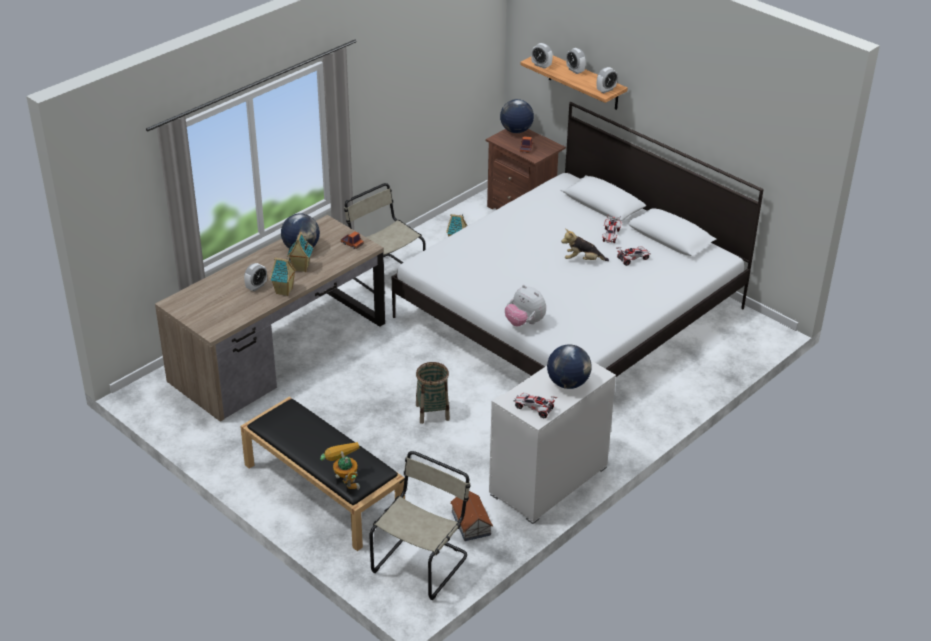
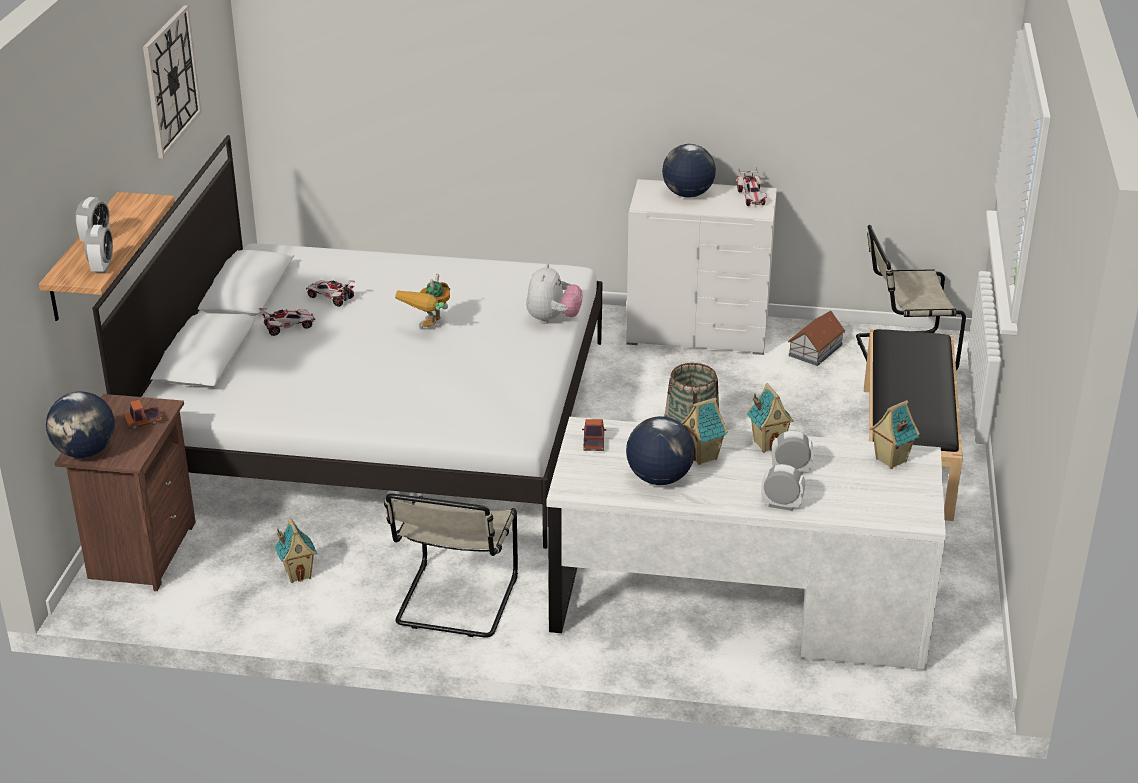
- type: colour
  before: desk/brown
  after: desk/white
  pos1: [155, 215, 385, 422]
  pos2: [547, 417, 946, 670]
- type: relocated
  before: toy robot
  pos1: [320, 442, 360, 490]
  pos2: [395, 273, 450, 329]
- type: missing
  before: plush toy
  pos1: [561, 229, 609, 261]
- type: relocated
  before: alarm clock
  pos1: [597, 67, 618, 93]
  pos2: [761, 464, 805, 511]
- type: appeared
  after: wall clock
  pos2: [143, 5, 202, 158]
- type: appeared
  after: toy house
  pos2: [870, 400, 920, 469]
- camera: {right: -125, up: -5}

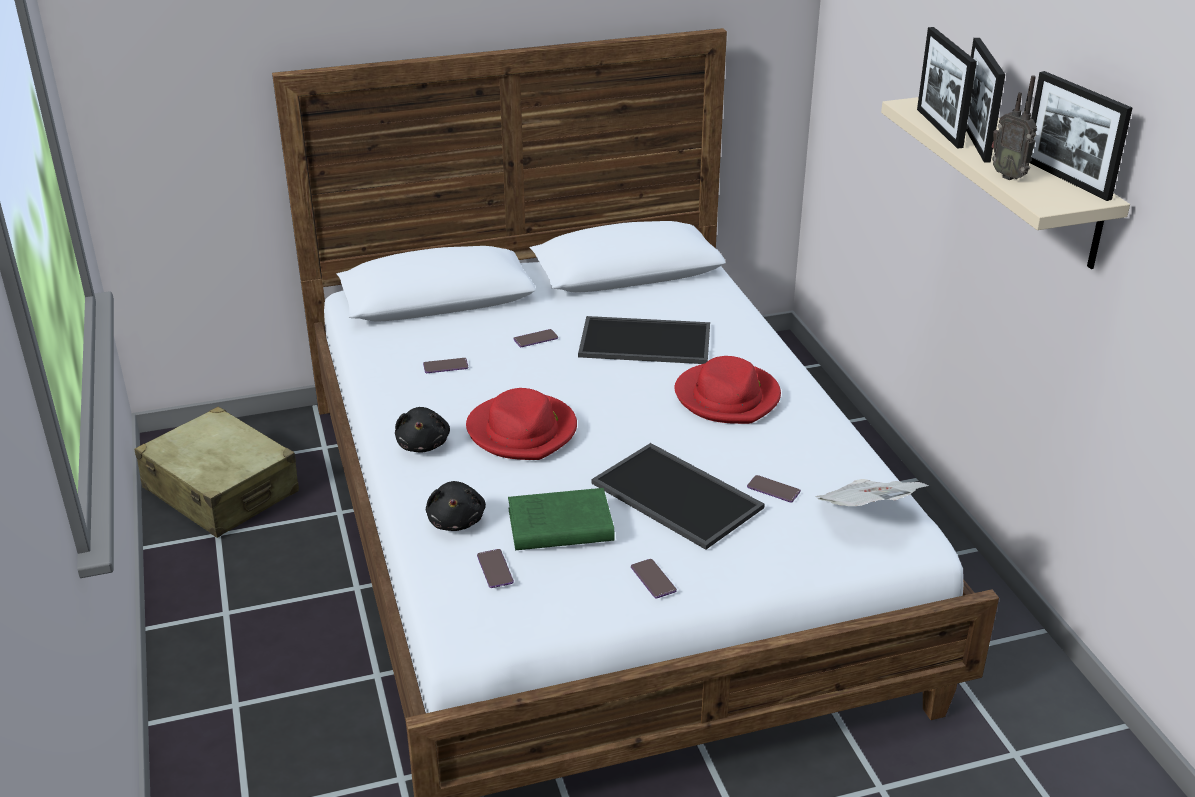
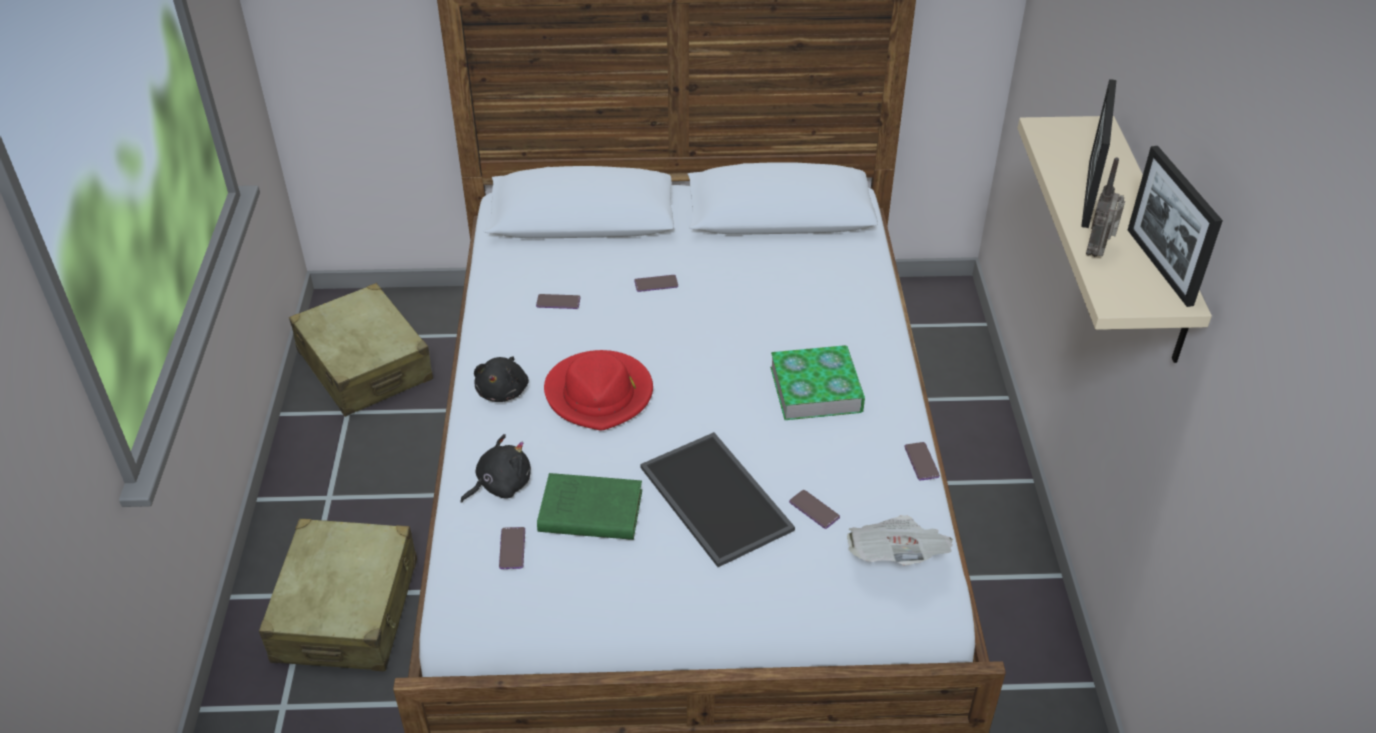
- type: spun
  before: plush toy/black
  pos1: [426, 481, 486, 531]
  pos2: [460, 434, 531, 503]
  turn: -135
- type: missing
  before: tray
  pos1: [578, 316, 710, 364]
- type: relocated
  before: phone
  pos1: [631, 559, 677, 598]
  pos2: [904, 442, 940, 480]
- type: exchanged
  before: hat/red
  after: book
  pos1: [675, 356, 781, 424]
  pos2: [770, 345, 865, 420]
- type: missing
  before: picture frame
  pos1: [917, 27, 977, 148]
- type: spun
  before: radio
  pos1: [991, 75, 1037, 180]
  pos2: [1086, 157, 1125, 257]
  turn: 45
- type: appeared
  after: suitcase/beige
  pos2: [259, 519, 417, 671]
- camera: {right: 15, up: 10}

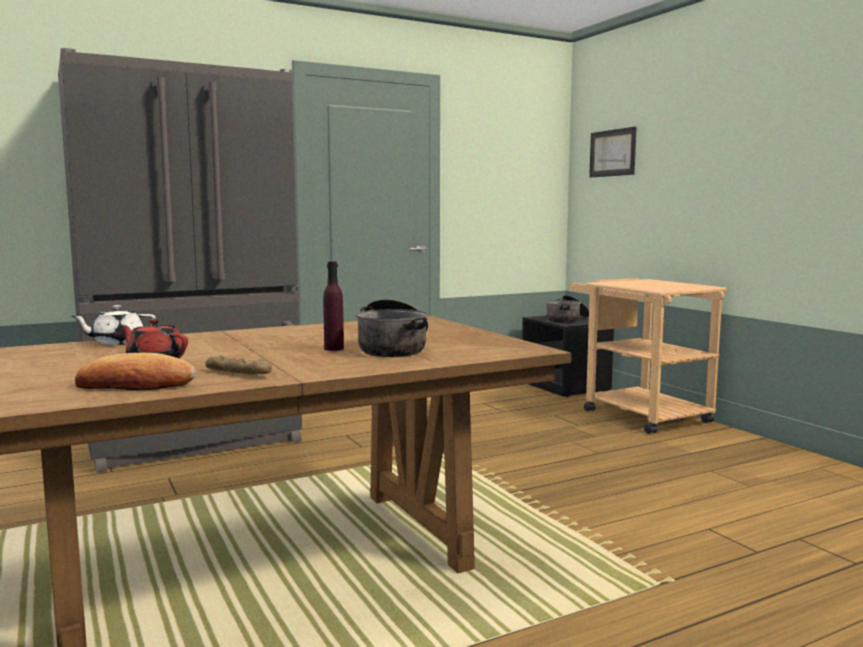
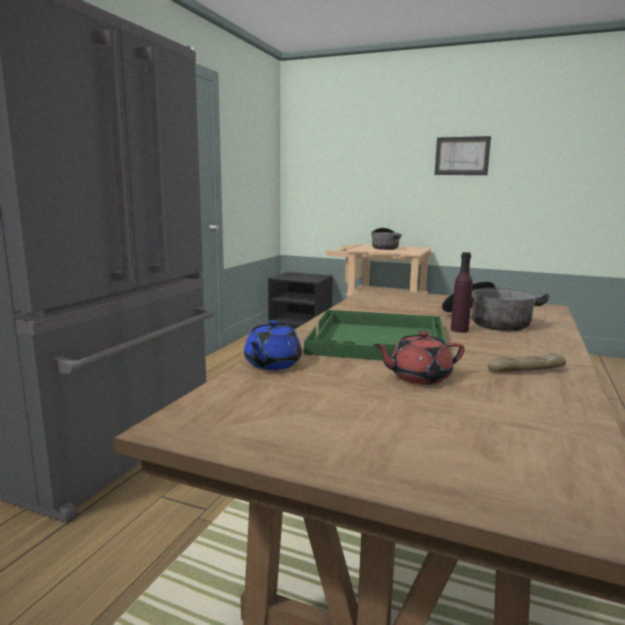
- type: colour
  before: teapot/white
  after: teapot/blue
  pos1: [71, 305, 156, 345]
  pos2: [244, 320, 302, 370]
- type: missing
  before: bread
  pos1: [75, 353, 196, 390]
- type: relocated
  before: cooking pot
  pos1: [546, 295, 589, 323]
  pos2: [371, 228, 401, 250]
- type: relocated
  before: picture
  pos1: [589, 127, 637, 177]
  pos2: [435, 136, 491, 175]
- type: appeared
  after: tray/green
  pos2: [304, 310, 446, 361]
- camera: {right: -40, up: 5}

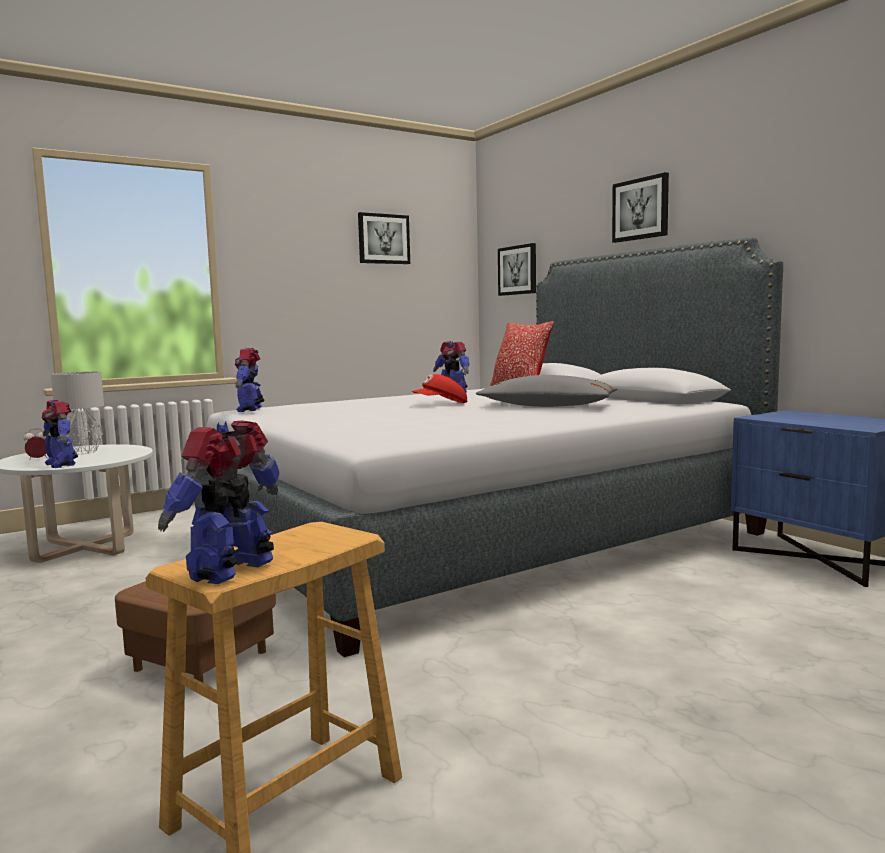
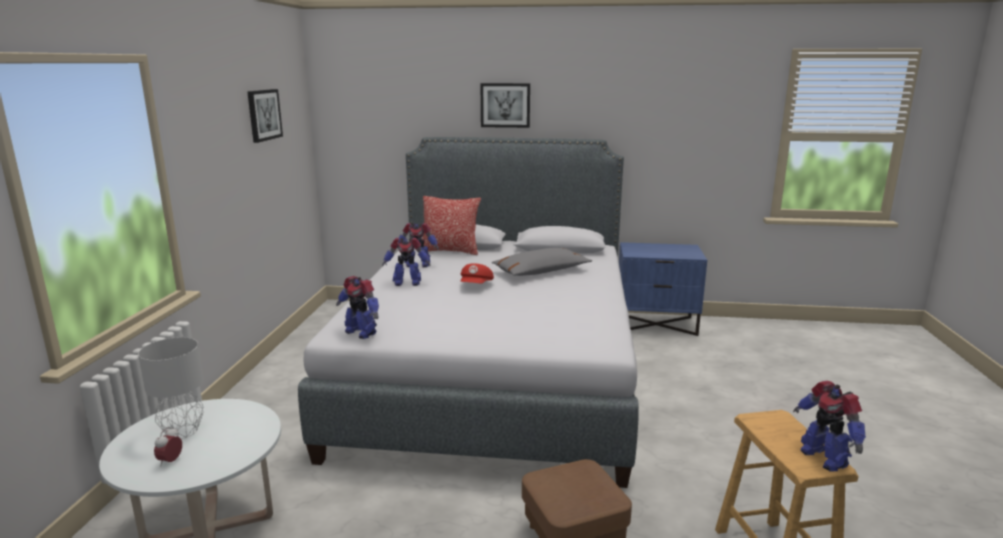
- type: relocated
  before: toy robot
  pos1: [41, 400, 78, 468]
  pos2: [382, 237, 430, 286]
- type: missing
  before: picture
  pos1: [498, 243, 536, 296]
- camera: {right: -50, up: 10}

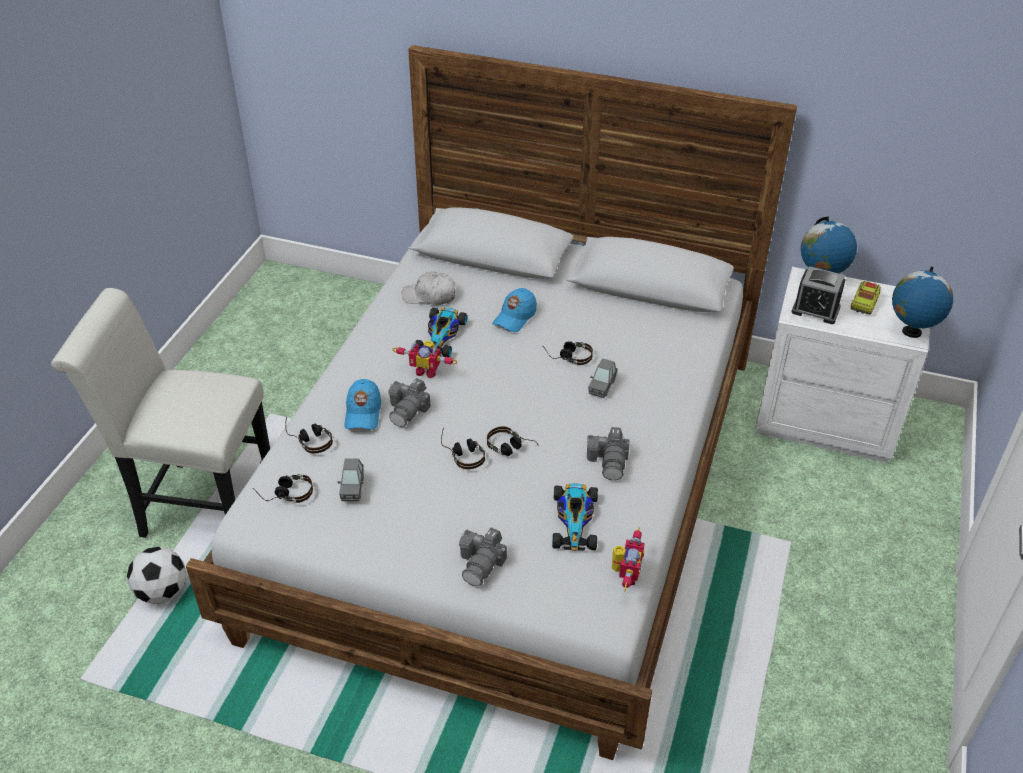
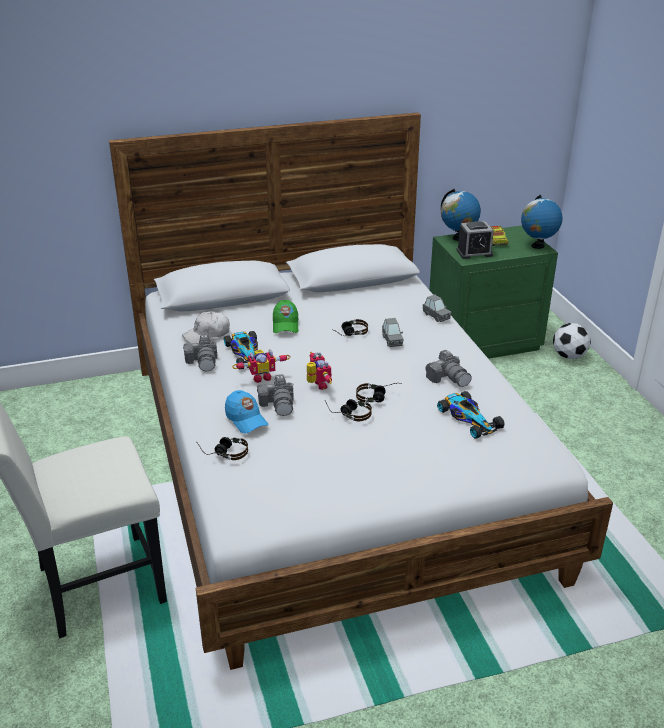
- type: relocated
  before: football
  pos1: [127, 547, 186, 604]
  pos2: [553, 323, 591, 359]
- type: missing
  before: headphones
  pos1: [253, 475, 313, 503]
- type: relocated
  before: toy car/grey
  pos1: [338, 458, 364, 501]
  pos2: [423, 294, 452, 322]
- type: relocated
  before: photo camera
  pos1: [459, 528, 507, 587]
  pos2: [183, 334, 217, 372]
- type: colour
  before: cap/blue
  after: cap/green
  pos1: [492, 288, 537, 332]
  pos2: [273, 300, 298, 333]
- type: relocated
  before: toy robot
  pos1: [612, 527, 645, 591]
  pos2: [307, 352, 332, 390]
- type: colour
  before: nightstand/white
  after: nightstand/green
  pos1: [755, 267, 930, 463]
  pos2: [429, 226, 558, 359]
- camera: {right: -35, up: -10}

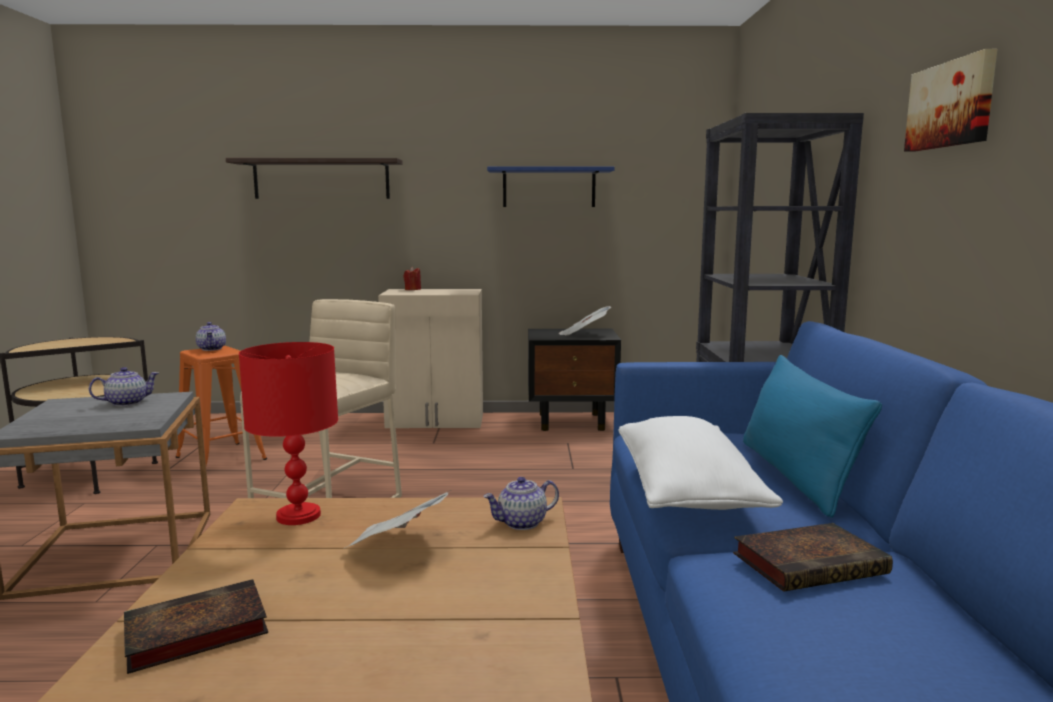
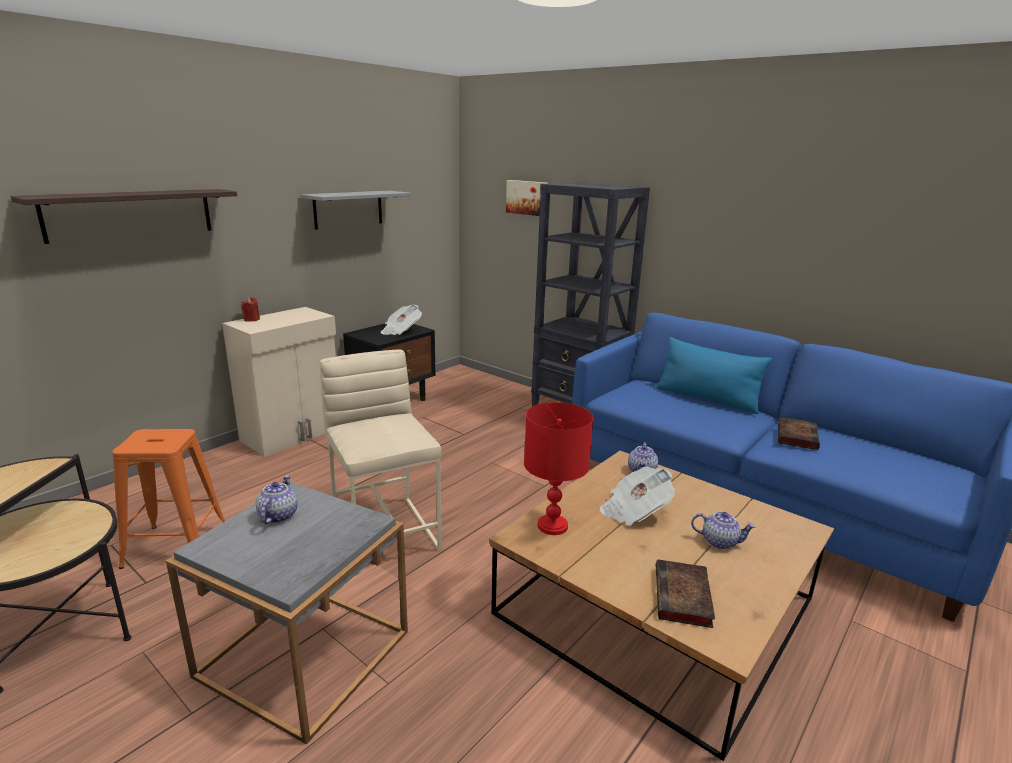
- type: relocated
  before: teapot
  pos1: [196, 322, 226, 351]
  pos2: [691, 512, 756, 549]
- type: colour
  before: shelf/blue
  after: shelf/grey
  pos1: [487, 166, 615, 207]
  pos2: [301, 191, 411, 229]
- type: missing
  before: pillow/white
  pos1: [618, 416, 783, 510]
- type: relocated
  before: picture
  pos1: [904, 49, 997, 152]
  pos2: [506, 180, 548, 216]
- camera: {right: -50, up: 10}

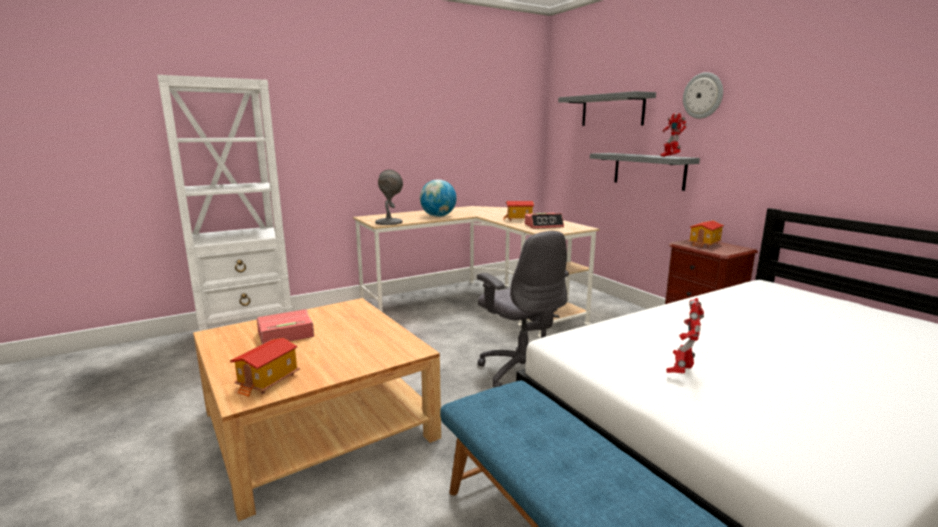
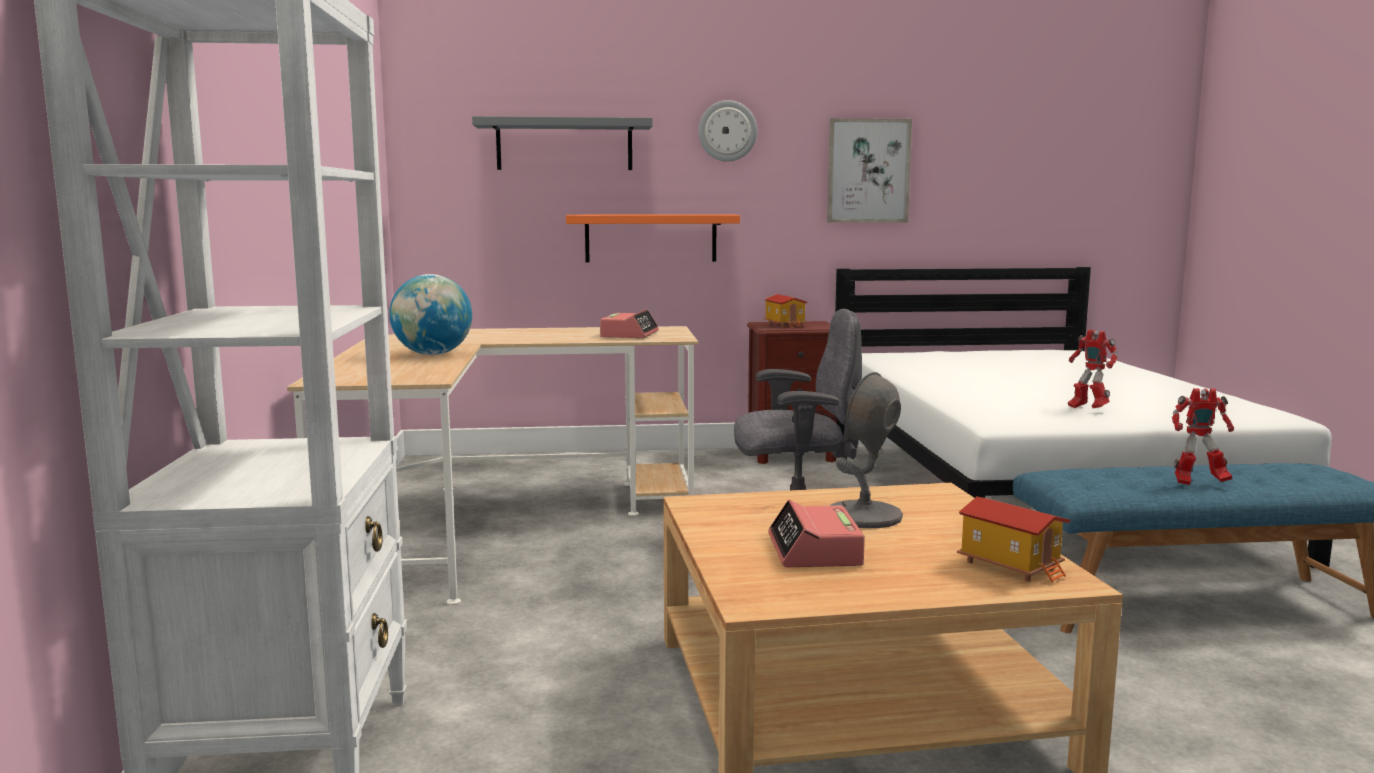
- type: relocated
  before: table lamp/grey
  pos1: [375, 170, 403, 225]
  pos2: [830, 372, 903, 528]
- type: missing
  before: toy house
  pos1: [503, 201, 534, 221]
- type: colour
  before: shelf/grey
  after: shelf/orange
  pos1: [590, 153, 700, 191]
  pos2: [566, 214, 740, 262]
- type: relocated
  before: toy robot
  pos1: [660, 113, 687, 157]
  pos2: [1172, 388, 1234, 485]
- type: appeared
  after: picture
  pos2: [827, 118, 912, 223]
- camera: {right: -65, up: -5}

